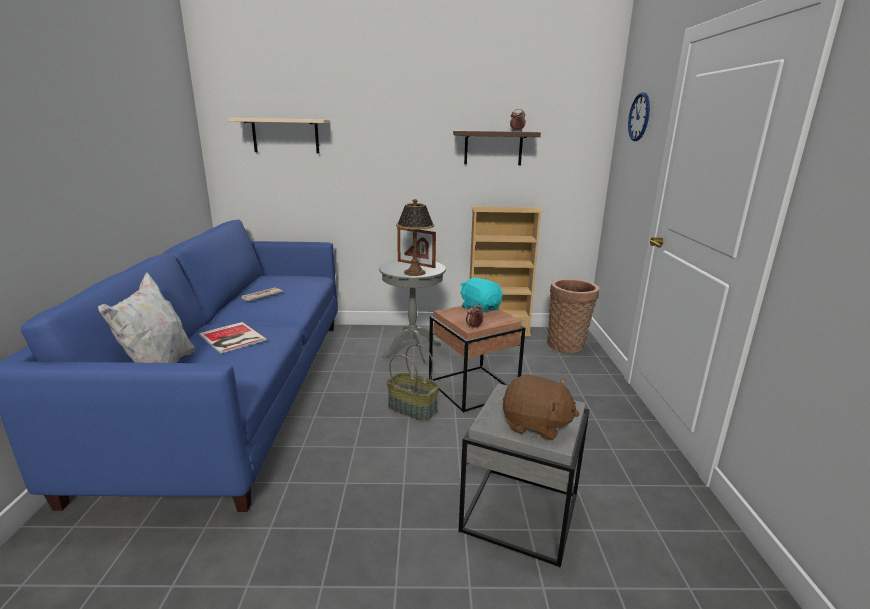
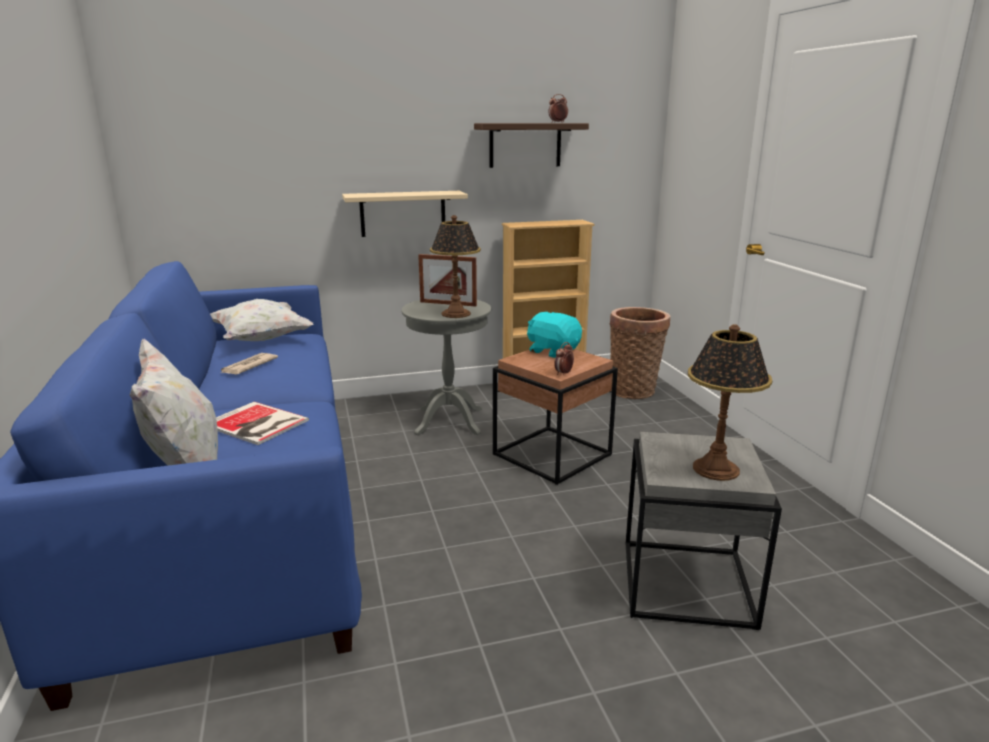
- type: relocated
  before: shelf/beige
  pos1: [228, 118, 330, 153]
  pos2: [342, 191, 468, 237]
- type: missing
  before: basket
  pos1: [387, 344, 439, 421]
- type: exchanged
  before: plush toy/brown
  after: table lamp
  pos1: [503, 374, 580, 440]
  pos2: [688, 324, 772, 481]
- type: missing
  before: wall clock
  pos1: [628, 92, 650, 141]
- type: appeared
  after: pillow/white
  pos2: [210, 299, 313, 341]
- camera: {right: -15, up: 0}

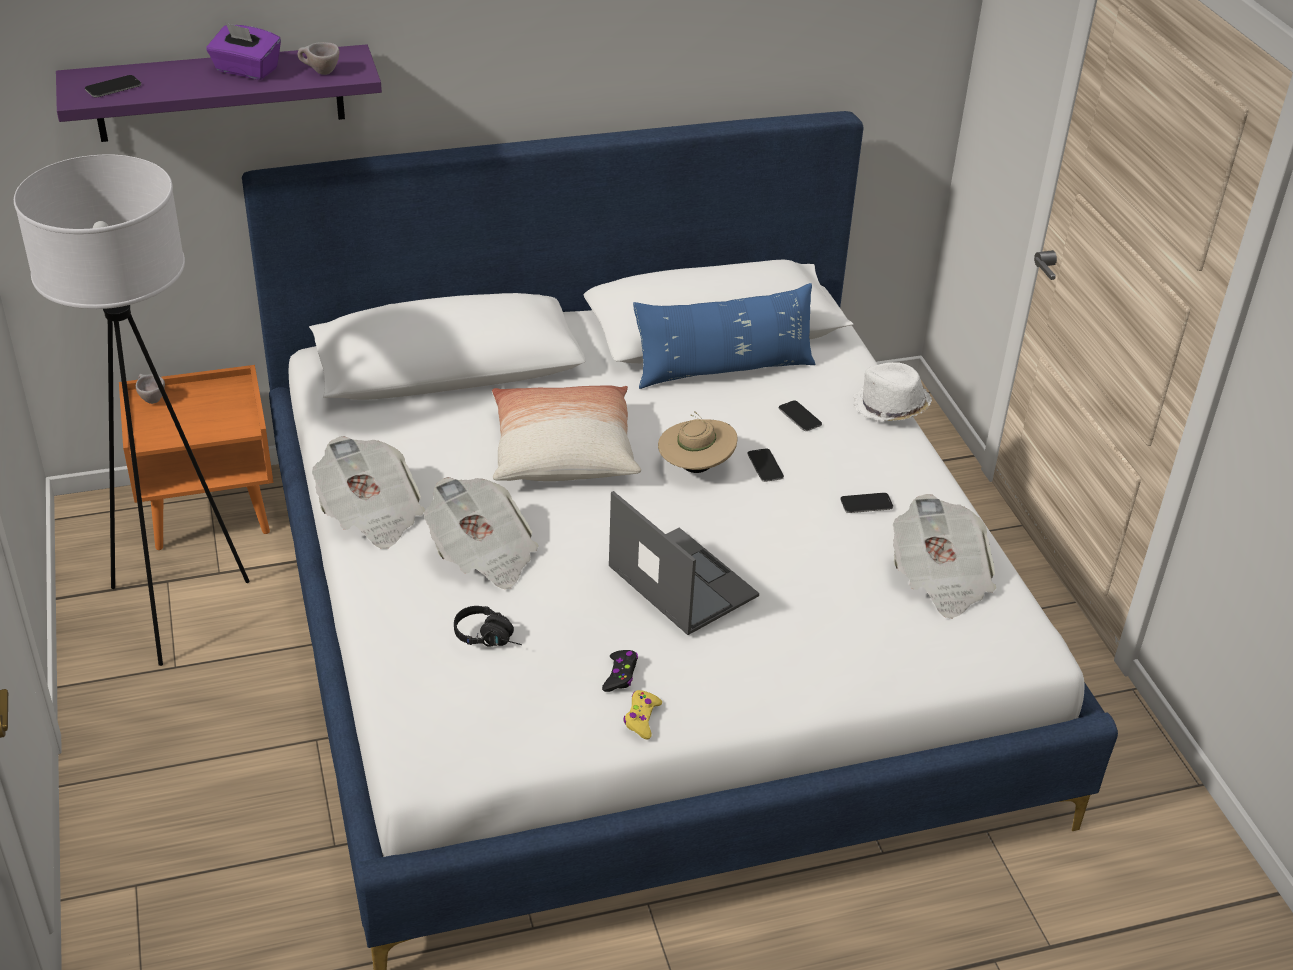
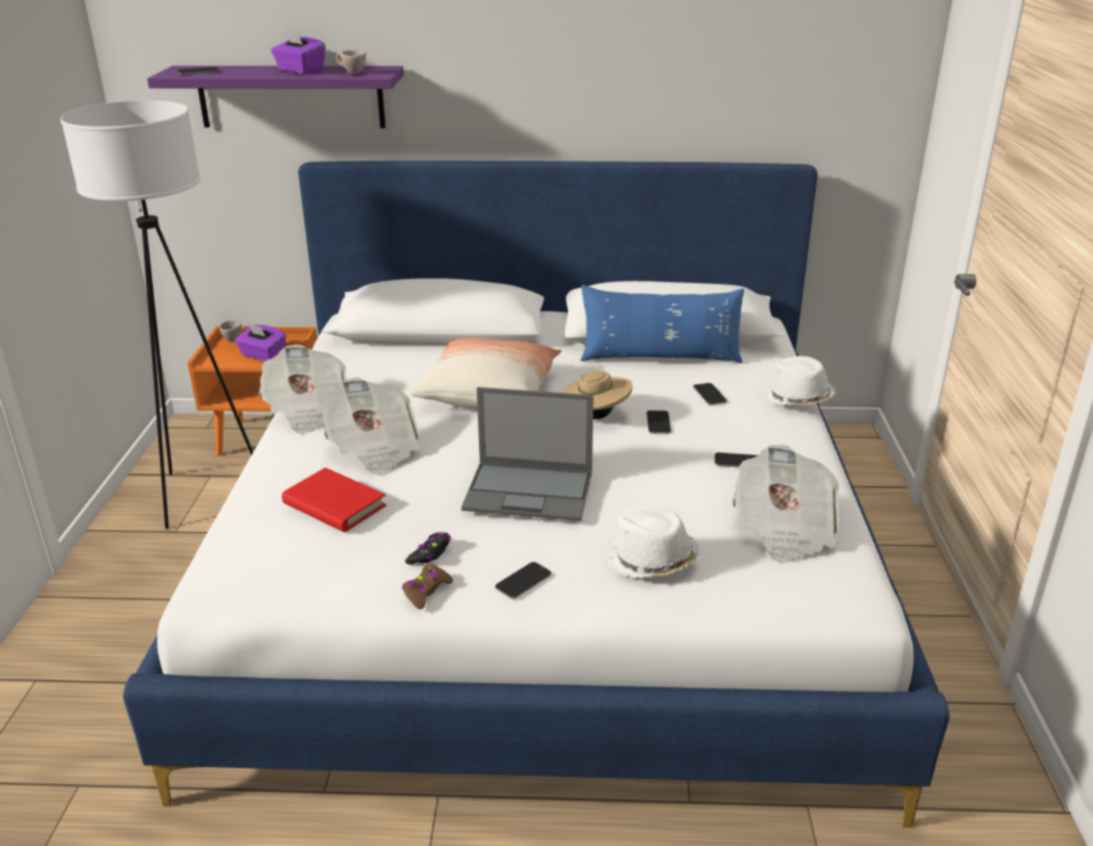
- type: exchanged
  before: headphones/black
  after: book/red
  pos1: [454, 606, 522, 647]
  pos2: [282, 468, 386, 532]
- type: spun
  before: laptop
  pos1: [609, 491, 759, 635]
  pos2: [461, 387, 594, 521]
  turn: 120
- type: colour
  before: game controller/yellow
  after: game controller/brown
  pos1: [623, 690, 662, 739]
  pos2: [402, 564, 453, 609]
- type: appeared
  after: tissue box/purple
  pos2: [235, 323, 286, 361]
- type: appeared
  after: phone
  pos2: [495, 562, 551, 599]
- type: appeared
  after: hat/white
  pos2: [607, 506, 700, 578]
- camera: {right: 20, up: -10}

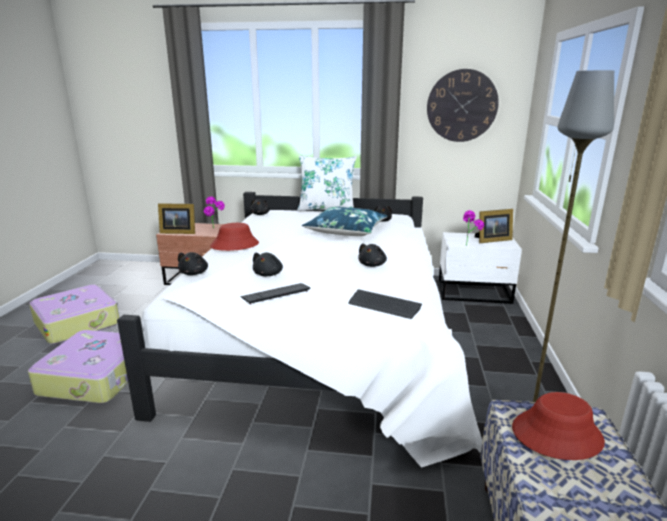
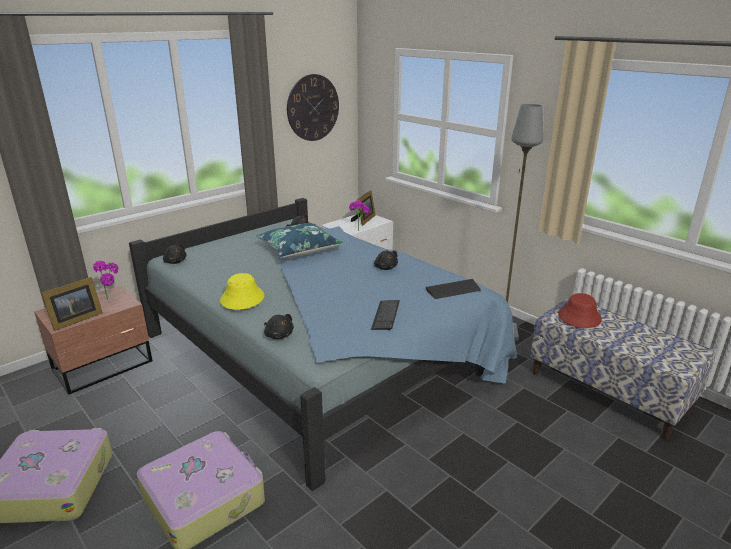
- type: colour
  before: bed/white
  after: bed/blue
  pos1: [117, 192, 482, 468]
  pos2: [129, 198, 517, 491]
- type: colour
  before: hat/red
  after: hat/yellow
  pos1: [210, 223, 259, 251]
  pos2: [220, 273, 264, 310]
- type: missing
  before: plush toy/black
  pos1: [253, 253, 283, 276]
- type: missing
  before: pillow/white
  pos1: [297, 155, 357, 211]
- camera: {right: -50, up: 5}

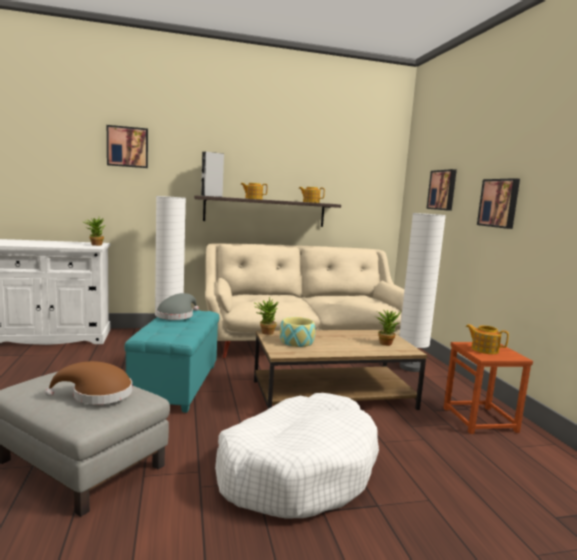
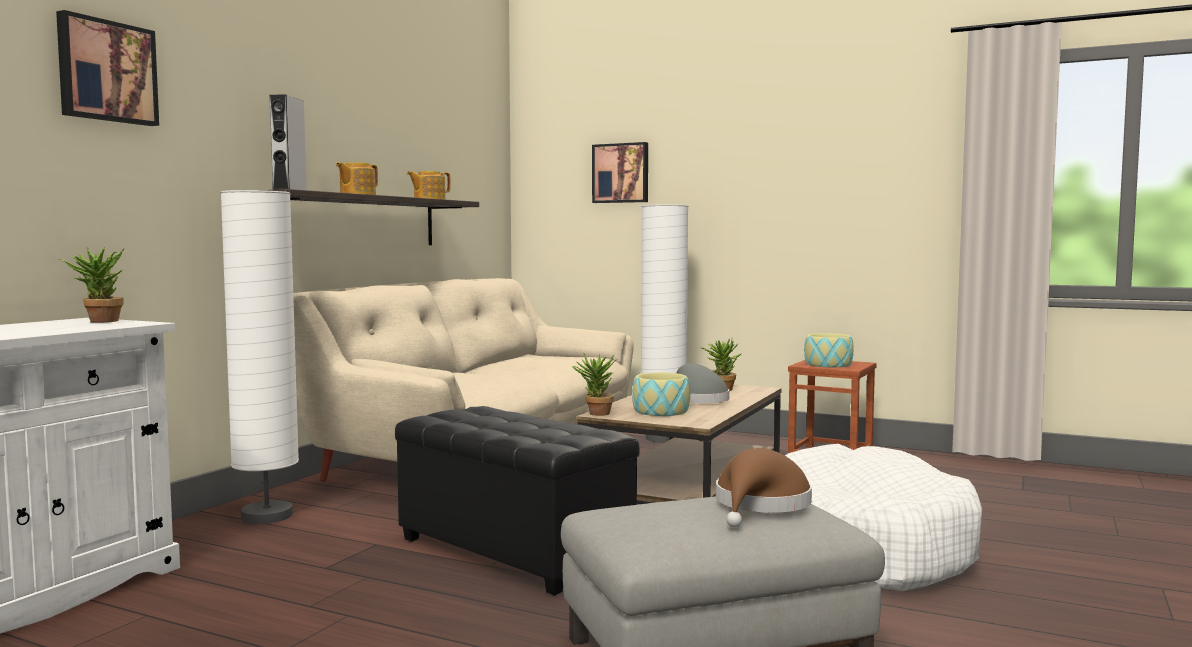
- type: colour
  before: ottoman/turquoise
  after: ottoman/black
  pos1: [125, 310, 219, 413]
  pos2: [395, 406, 640, 596]
- type: relocated
  before: hat/grey
  pos1: [156, 293, 199, 320]
  pos2: [677, 363, 729, 403]
- type: exchanged
  before: teapot
  after: bowl
  pos1: [466, 324, 509, 354]
  pos2: [804, 333, 854, 367]
- type: missing
  before: picture
  pos1: [477, 178, 520, 229]
- camera: {right: -50, up: -5}

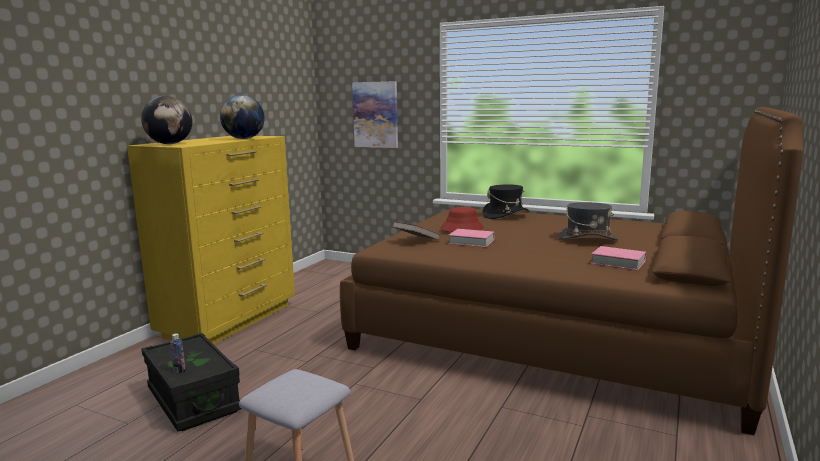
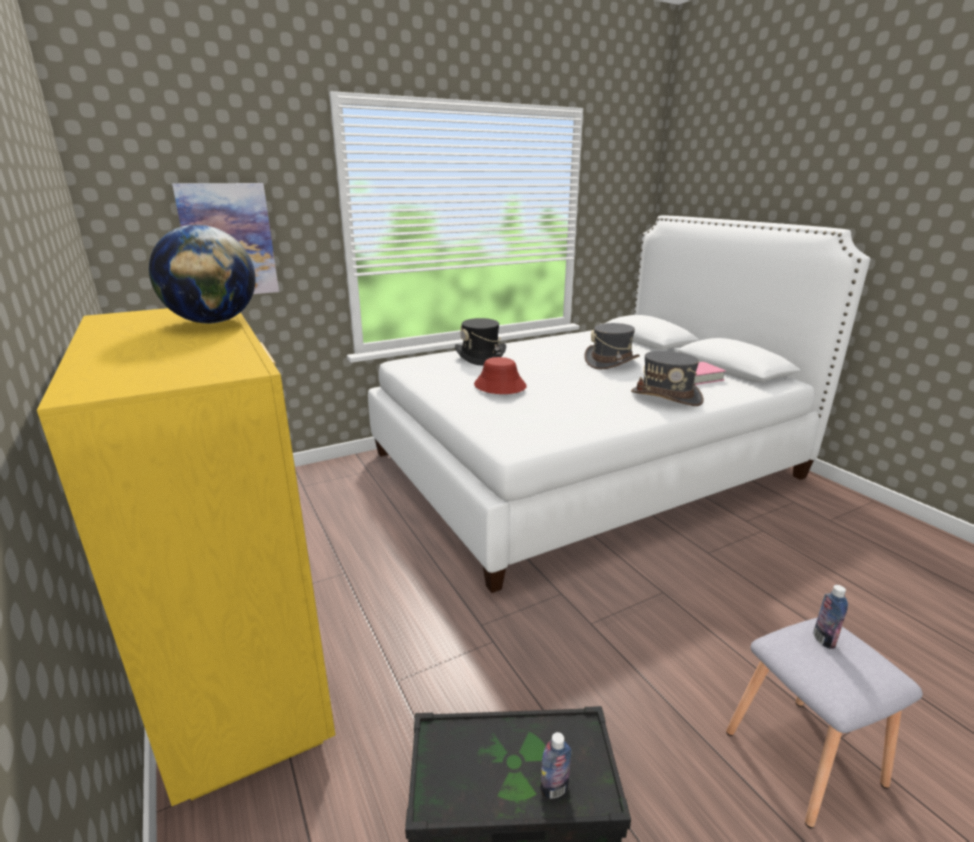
- type: missing
  before: globe
  pos1: [141, 96, 192, 144]
- type: colour
  before: bed/brown
  after: bed/white
  pos1: [340, 107, 803, 435]
  pos2: [368, 215, 870, 593]
- type: missing
  before: book/brown
  pos1: [393, 221, 440, 240]
- type: missing
  before: book/pink
  pos1: [448, 229, 495, 247]
- type: appeared
  after: hat/grey
  pos2: [631, 351, 703, 406]
- type: appeared
  after: bottle
  pos2: [813, 585, 848, 649]
- camera: {right: -55, up: 10}

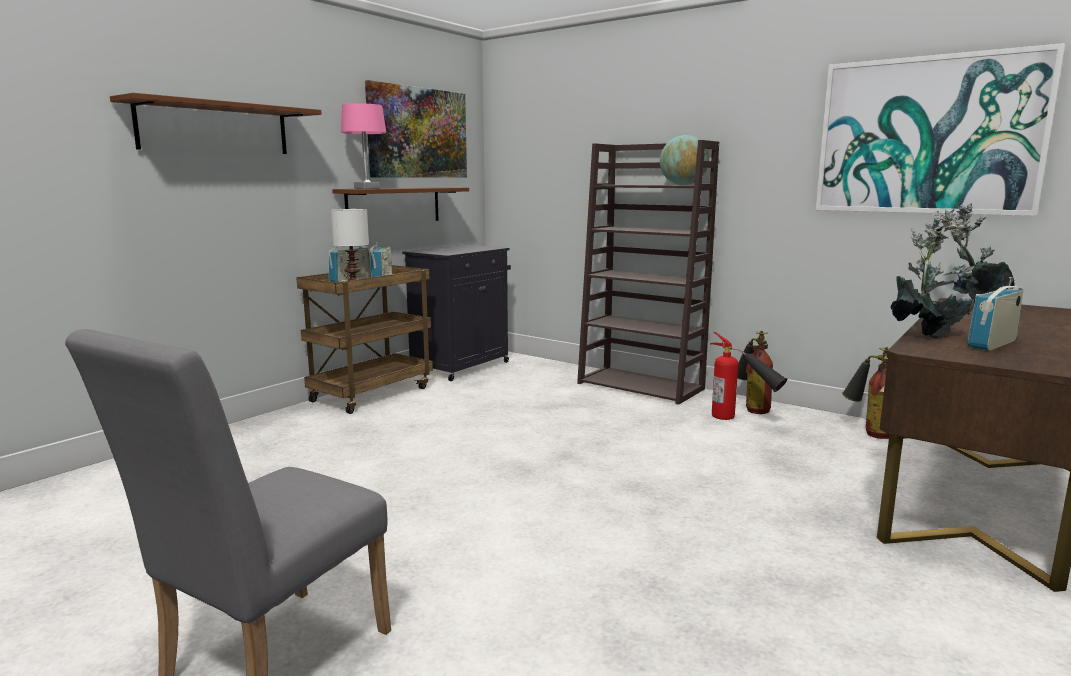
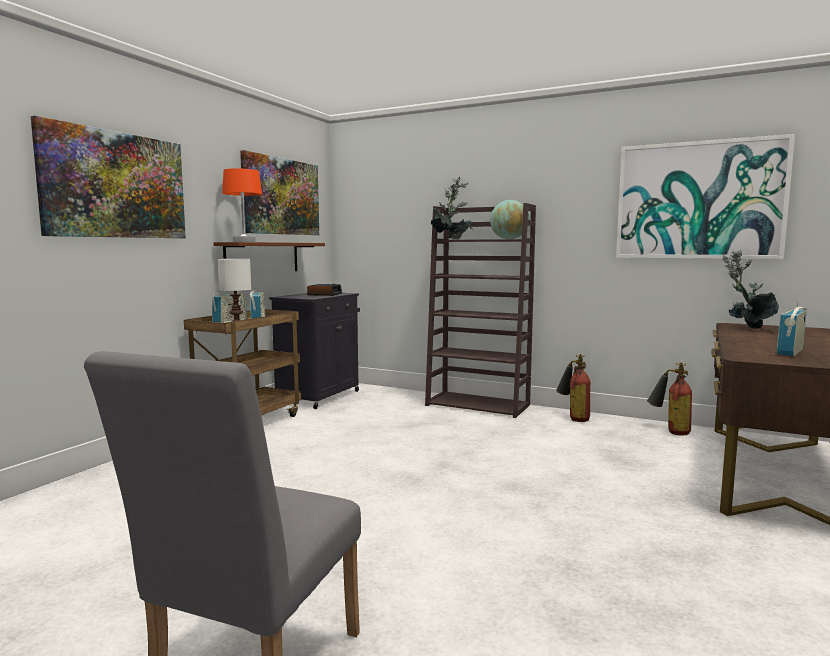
- type: exchanged
  before: shelf/brown
  after: picture
  pos1: [110, 93, 321, 154]
  pos2: [31, 116, 186, 238]
- type: colour
  before: table lamp/pink
  after: table lamp/orange
  pos1: [341, 103, 386, 189]
  pos2: [222, 168, 262, 242]
- type: missing
  before: fire extinguisher
  pos1: [710, 332, 787, 420]
- type: relocated
  before: potted plant
  pos1: [891, 209, 975, 339]
  pos2: [431, 177, 472, 240]
- type: appeared
  after: alarm clock
  pos2: [307, 284, 342, 296]
- camera: {right: -10, up: -5}

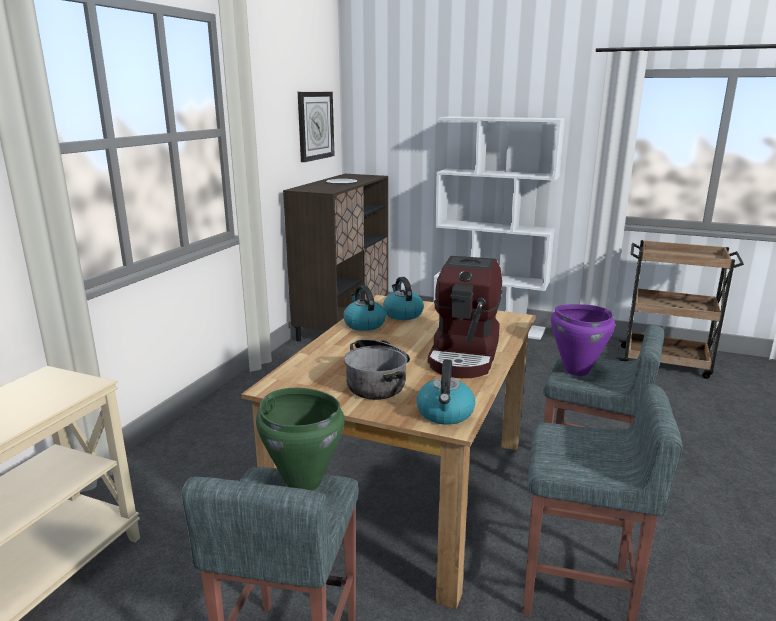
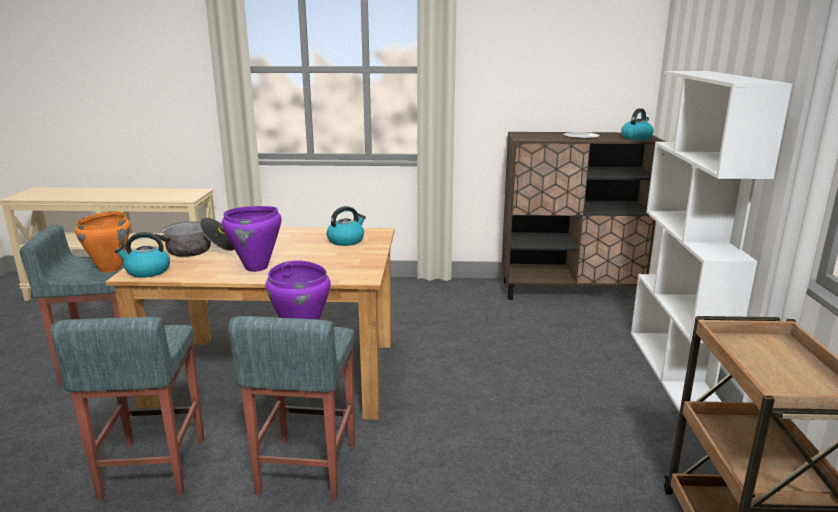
- type: colour
  before: cooking pot/green
  after: cooking pot/orange
  pos1: [256, 388, 345, 491]
  pos2: [75, 211, 130, 273]
- type: missing
  before: wall clock
  pos1: [298, 92, 335, 162]
- type: relocated
  before: kettle
  pos1: [343, 285, 386, 331]
  pos2: [621, 108, 654, 140]
- type: exchanged
  before: coffee machine
  after: cooking pot/purple
  pos1: [428, 256, 502, 378]
  pos2: [222, 206, 282, 272]
- camera: {right: 70, up: 0}

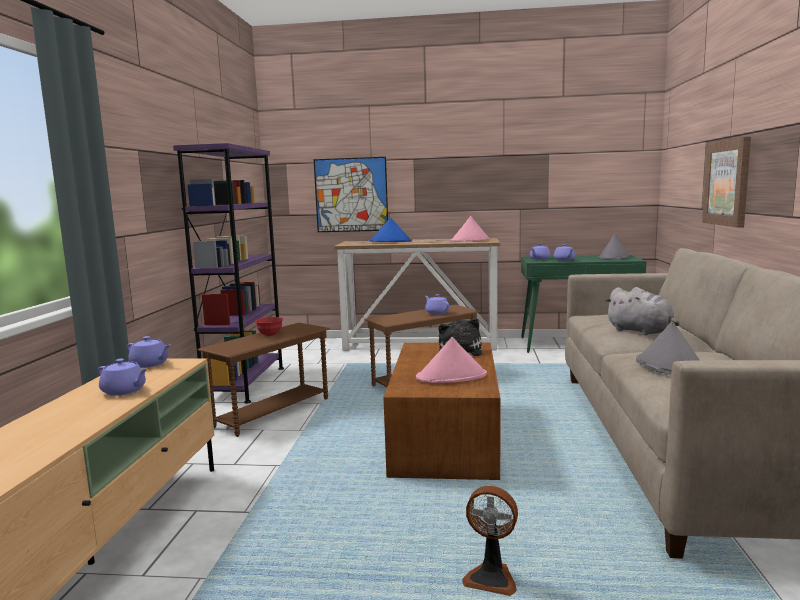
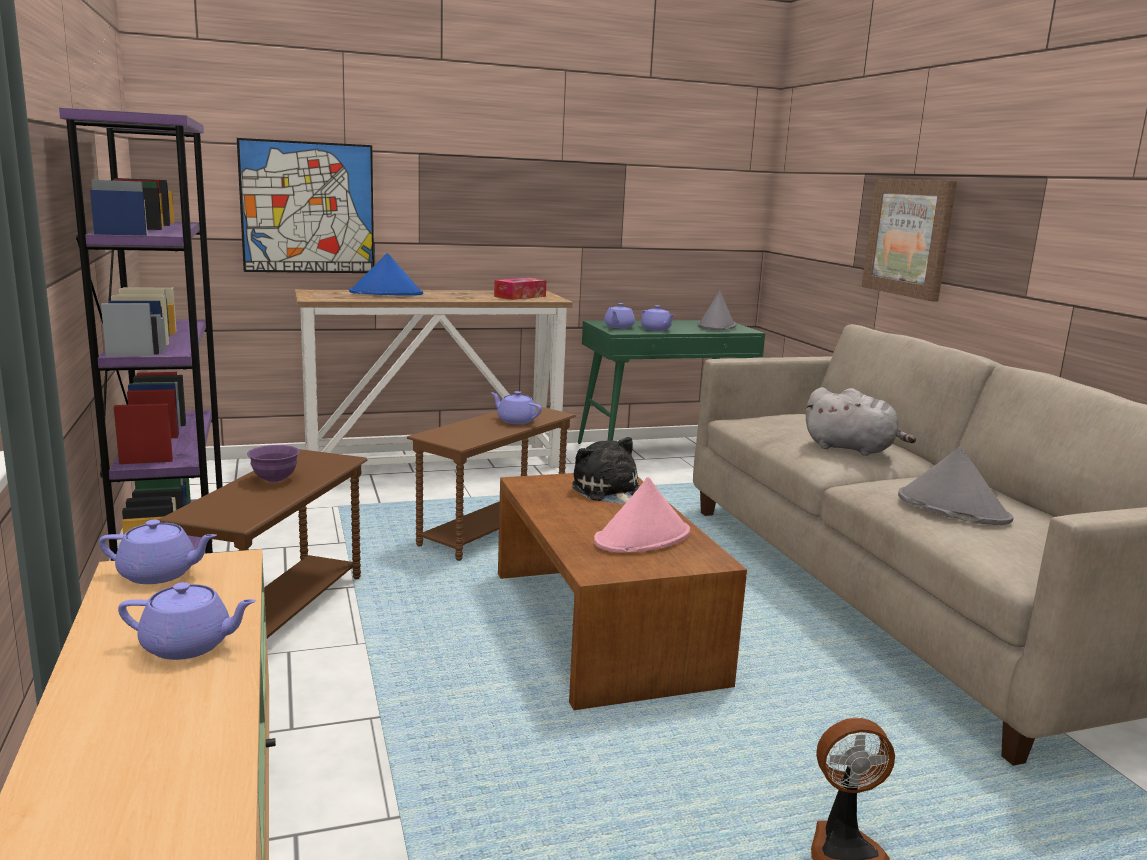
- type: colour
  before: bowl/red
  after: bowl/purple
  pos1: [255, 317, 283, 336]
  pos2: [247, 445, 300, 482]
- type: exchanged
  before: hat/pink
  after: tissue box
  pos1: [450, 216, 490, 242]
  pos2: [494, 278, 547, 300]
- camera: {right: -25, up: 5}

